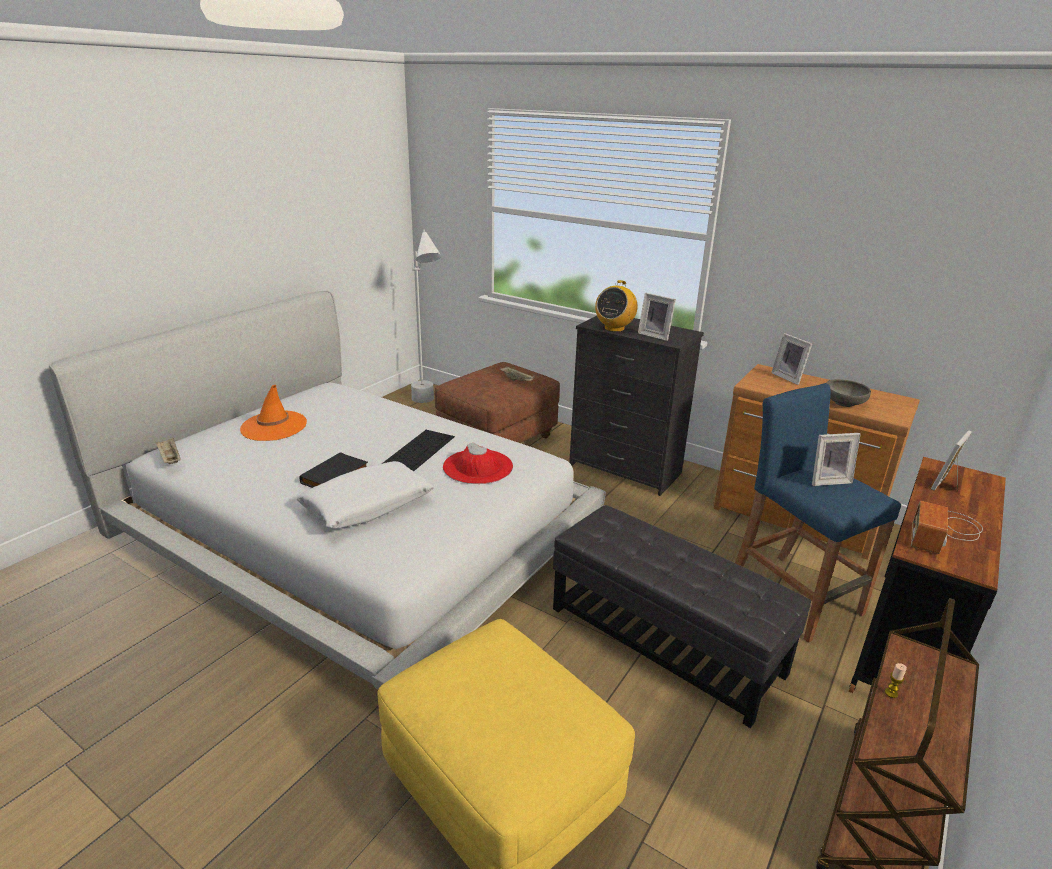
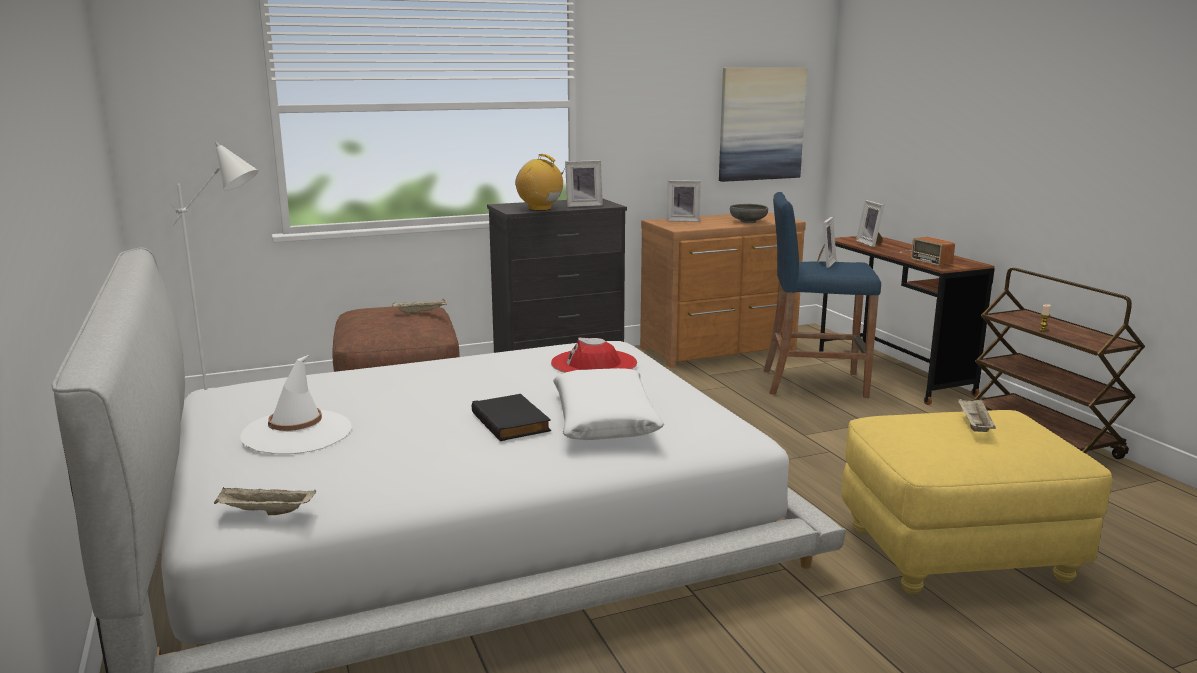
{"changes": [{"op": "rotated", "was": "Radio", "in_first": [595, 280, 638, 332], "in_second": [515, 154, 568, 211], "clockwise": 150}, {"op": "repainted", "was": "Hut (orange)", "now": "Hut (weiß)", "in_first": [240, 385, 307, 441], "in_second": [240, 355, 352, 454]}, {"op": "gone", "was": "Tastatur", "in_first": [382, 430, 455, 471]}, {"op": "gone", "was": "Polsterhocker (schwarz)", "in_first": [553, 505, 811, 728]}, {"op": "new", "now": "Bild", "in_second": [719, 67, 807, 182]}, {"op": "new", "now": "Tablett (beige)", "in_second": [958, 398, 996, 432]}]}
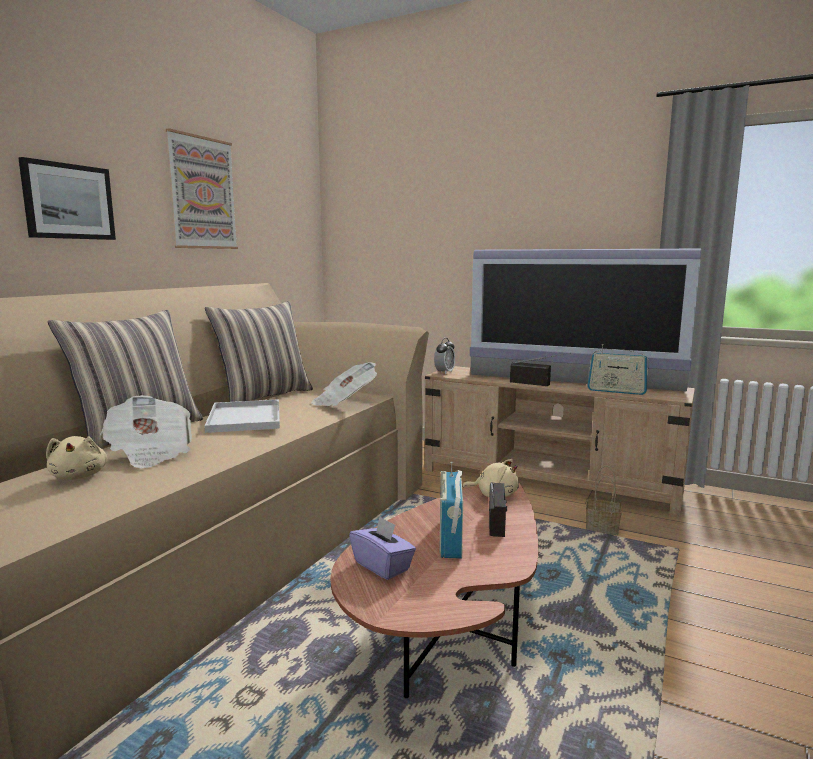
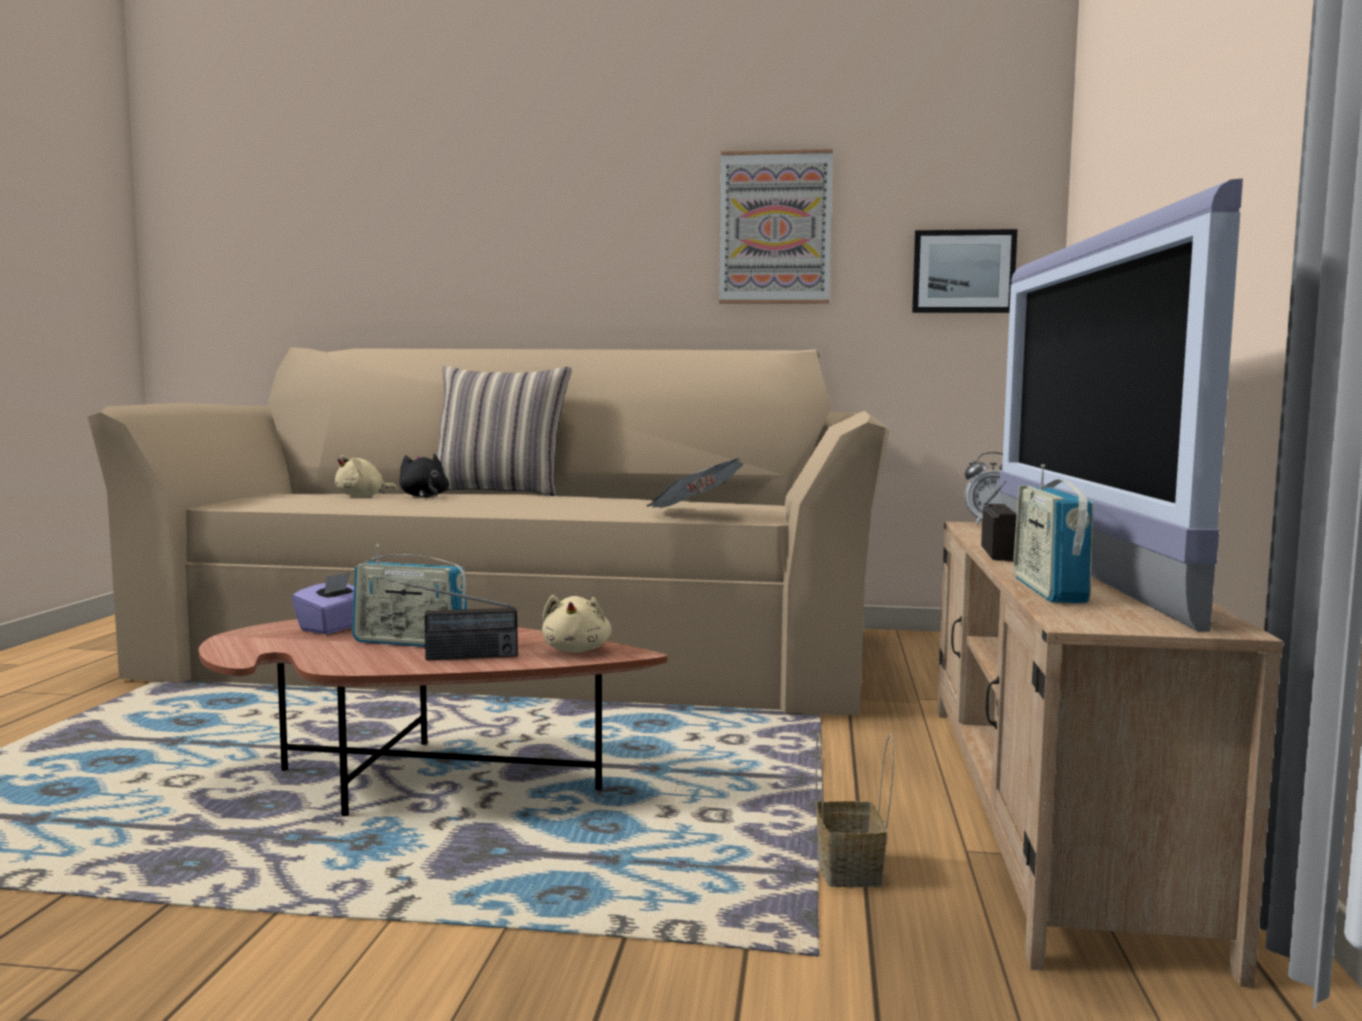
{"changes": [{"op": "shifted", "was": "Bild", "in_first": [18, 157, 116, 240], "in_second": [912, 229, 1018, 313]}, {"op": "gone", "was": "Kissen", "in_first": [205, 301, 313, 402]}, {"op": "swapped", "was": "Zeitung", "now": "Plüschtier (schwarz)", "in_first": [101, 395, 192, 469], "in_second": [399, 454, 449, 497]}, {"op": "gone", "was": "Tablett (weiß)", "in_first": [205, 399, 280, 433]}, {"op": "rotated", "was": "Radio", "in_first": [440, 462, 463, 559], "in_second": [352, 544, 468, 647], "clockwise": -150}]}
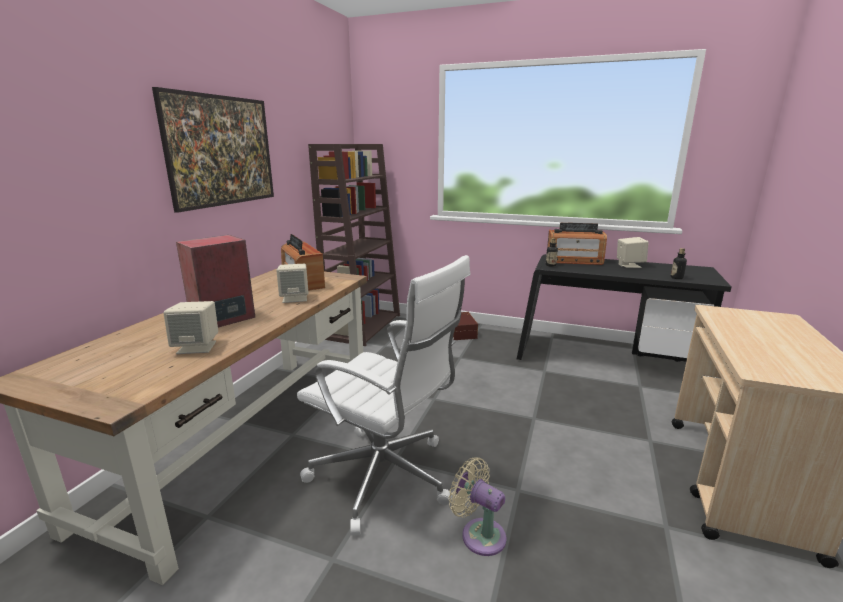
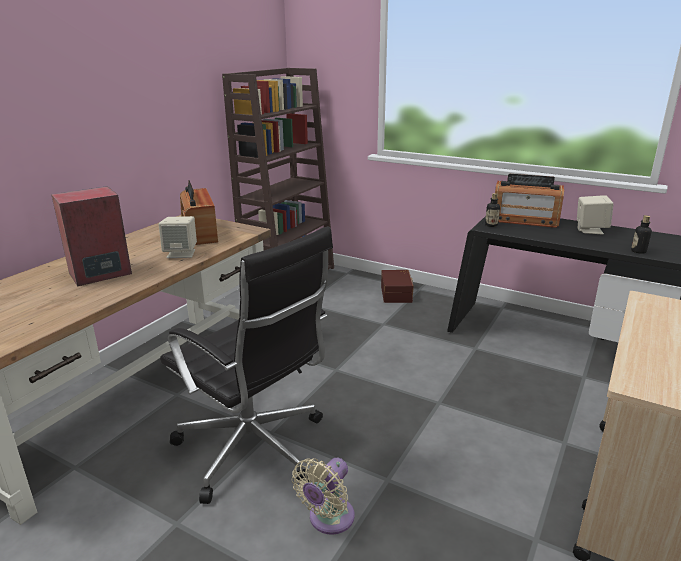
{"changes": [{"op": "gone", "was": "Bild", "in_first": [152, 87, 274, 213]}, {"op": "repainted", "was": "Bürostuhl (weiß)", "now": "Bürostuhl (schwarz)", "in_first": [297, 255, 471, 536], "in_second": [160, 226, 333, 504]}, {"op": "gone", "was": "Lautsprecher (beige)", "in_first": [163, 301, 218, 354]}, {"op": "rotated", "was": "Ventilator (beige)", "in_first": [449, 457, 506, 556], "in_second": [292, 458, 355, 535], "clockwise": -105}]}
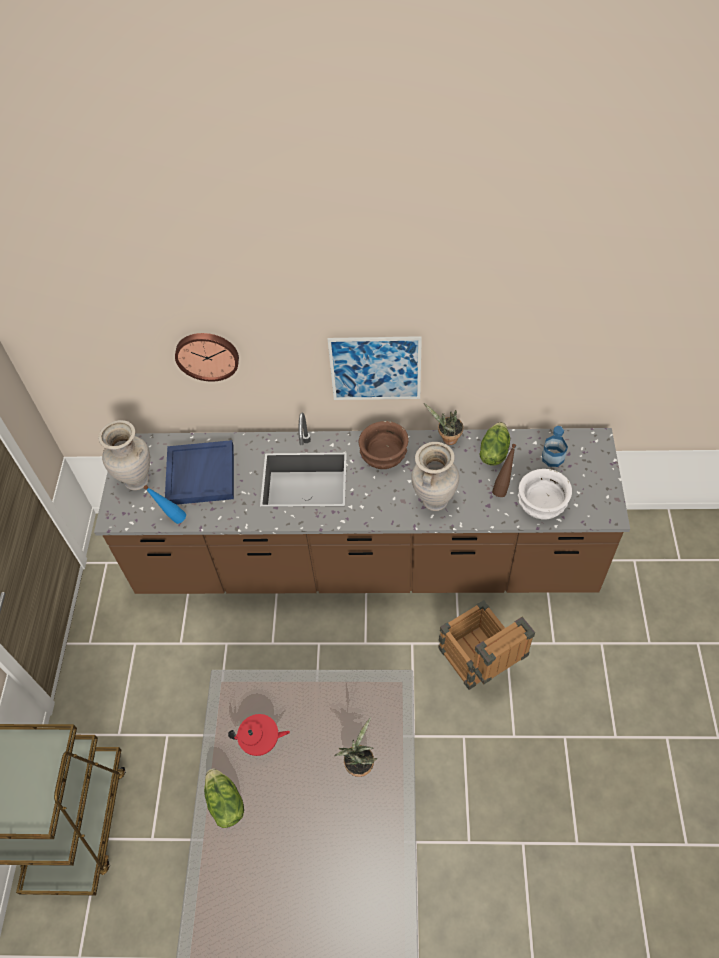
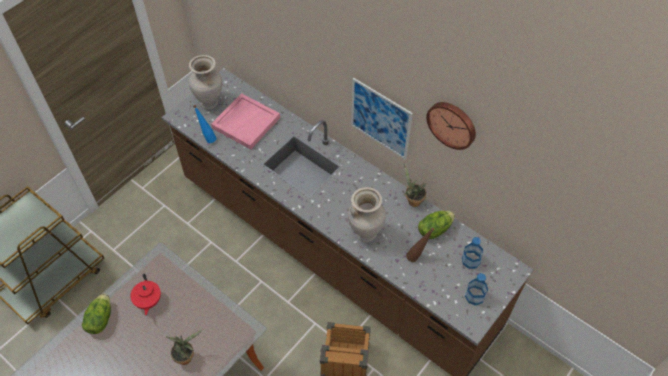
{"changes": [{"op": "shifted", "was": "Wanduhr", "in_first": [175, 333, 239, 382], "in_second": [426, 102, 476, 150]}, {"op": "gone", "was": "Schüssel (braun)", "in_first": [359, 421, 409, 469]}, {"op": "repainted", "was": "Tablett (blau)", "now": "Tablett (rosa)", "in_first": [165, 440, 234, 505], "in_second": [211, 93, 280, 150]}, {"op": "gone", "was": "Schüssel (weiß)", "in_first": [518, 469, 572, 520]}, {"op": "rotated", "was": "Teekanne (rot)", "in_first": [228, 714, 290, 756], "in_second": [130, 274, 161, 315], "clockwise": 45}, {"op": "new", "now": "Flasche", "in_second": [465, 273, 488, 306]}]}
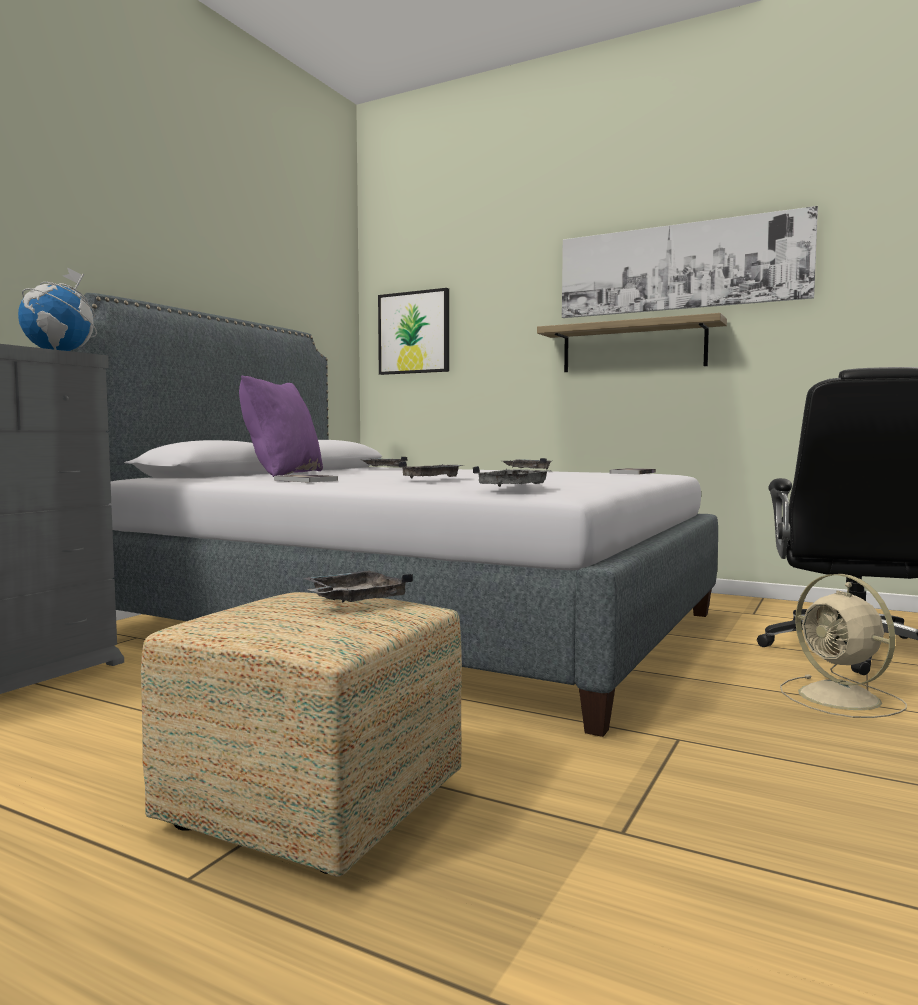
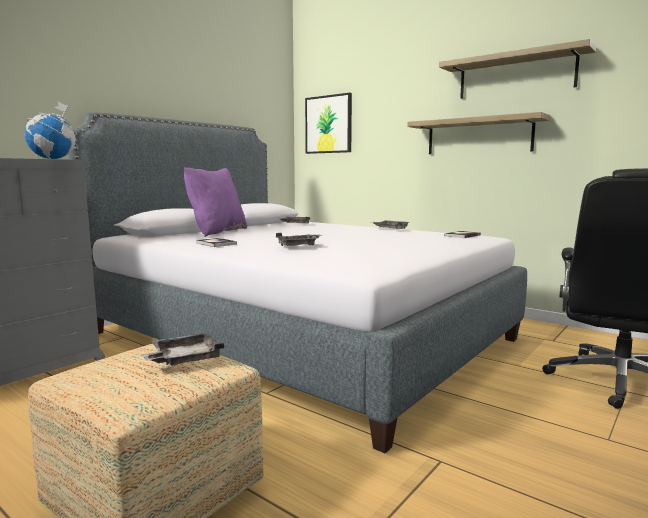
{"changes": [{"op": "swapped", "was": "Bild", "now": "Wandregal", "in_first": [562, 206, 818, 318], "in_second": [439, 39, 596, 99]}, {"op": "gone", "was": "Tablett (grau)", "in_first": [473, 466, 551, 487]}, {"op": "gone", "was": "Ventilator (beige)", "in_first": [780, 574, 907, 718]}]}
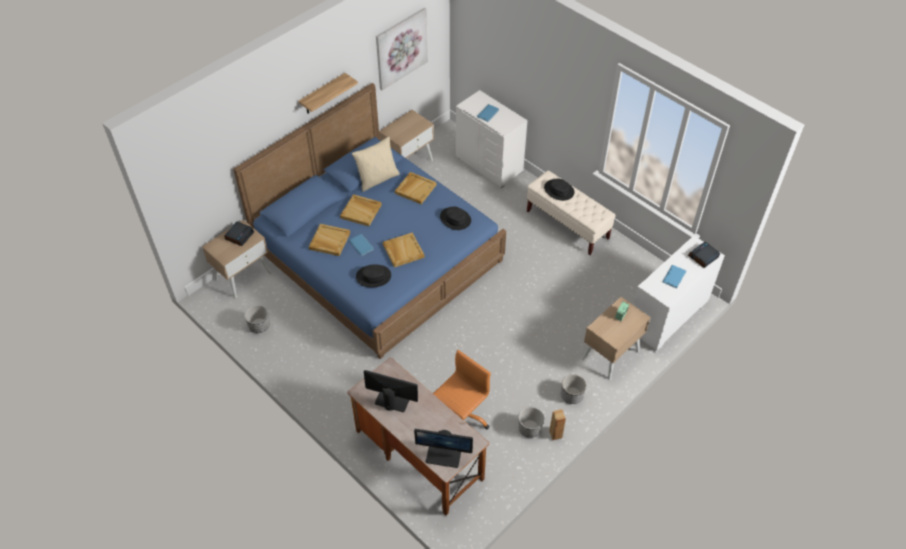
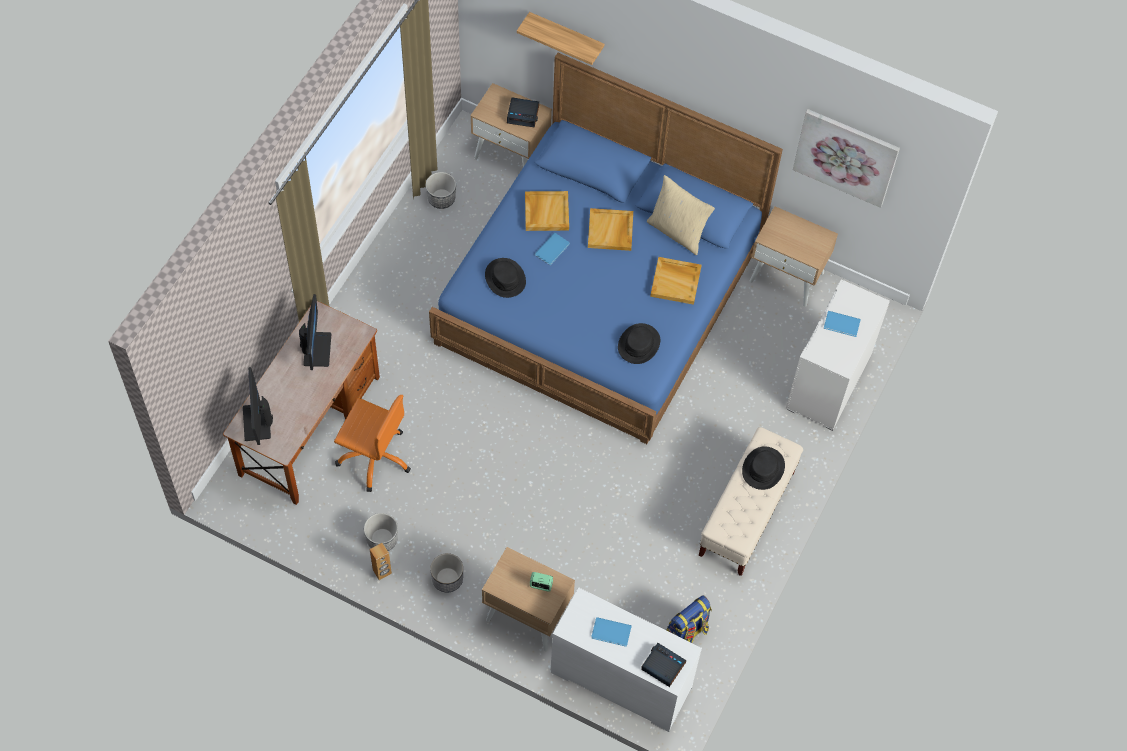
{"changes": [{"op": "shifted", "was": "Wandregal", "in_first": [298, 73, 358, 114], "in_second": [517, 12, 604, 65]}, {"op": "gone", "was": "Tablett (beige)", "in_first": [383, 233, 425, 267]}, {"op": "new", "now": "Rucksack", "in_second": [666, 595, 712, 643]}]}
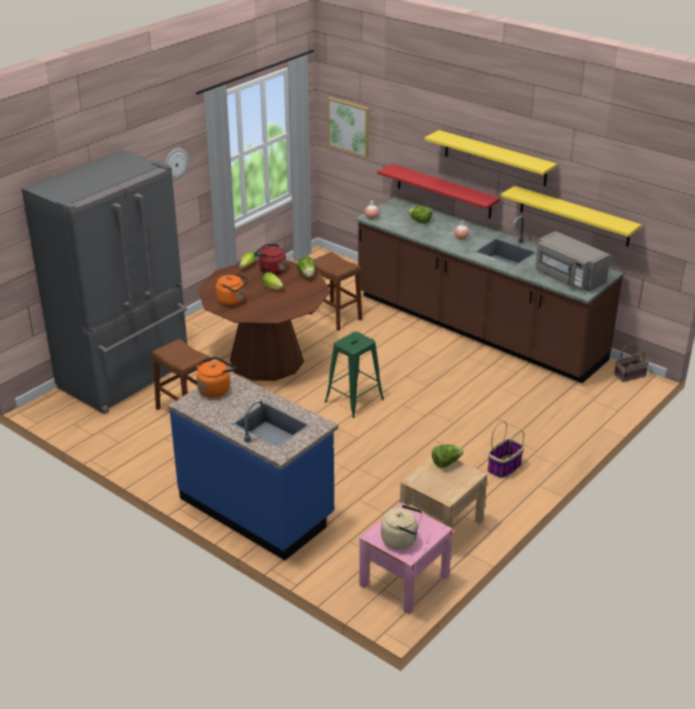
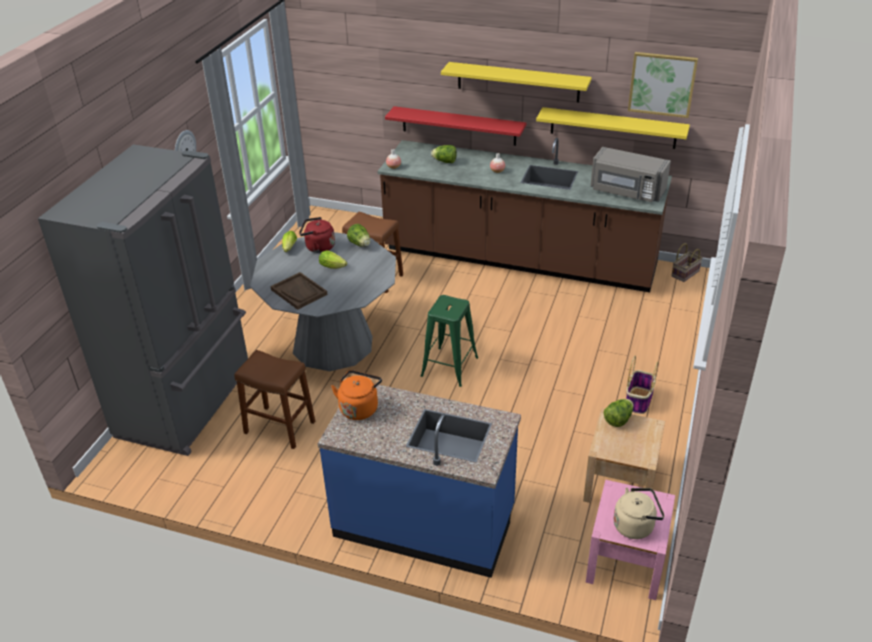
{"changes": [{"op": "shifted", "was": "Bild", "in_first": [327, 97, 369, 158], "in_second": [628, 52, 698, 118]}, {"op": "repainted", "was": "Esstisch (braun)", "now": "Esstisch (grau)", "in_first": [197, 260, 330, 381], "in_second": [250, 232, 396, 371]}, {"op": "swapped", "was": "Wasserkessel (orange)", "now": "Tablett (braun)", "in_first": [216, 273, 249, 306], "in_second": [271, 272, 328, 310]}]}
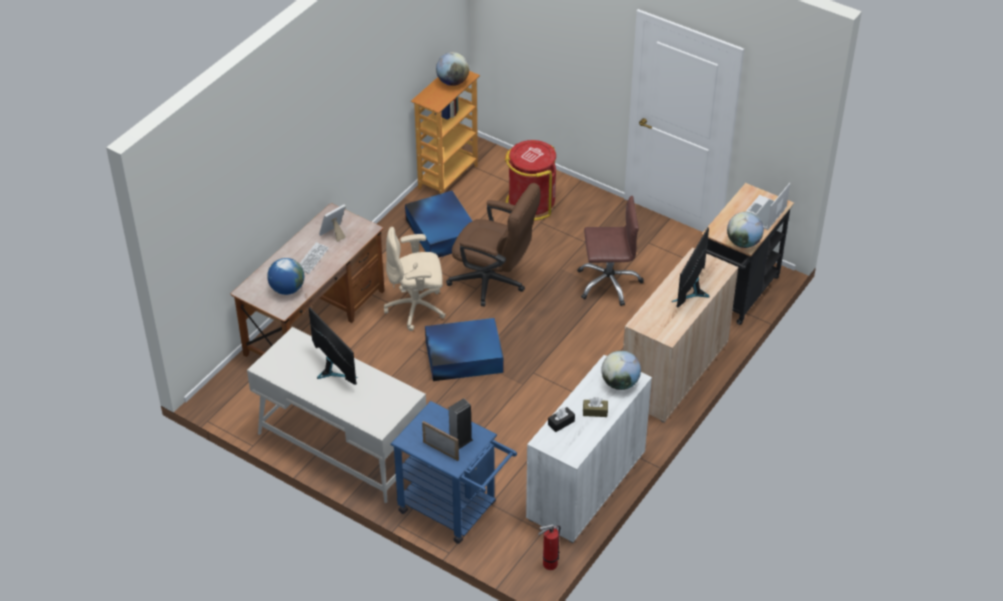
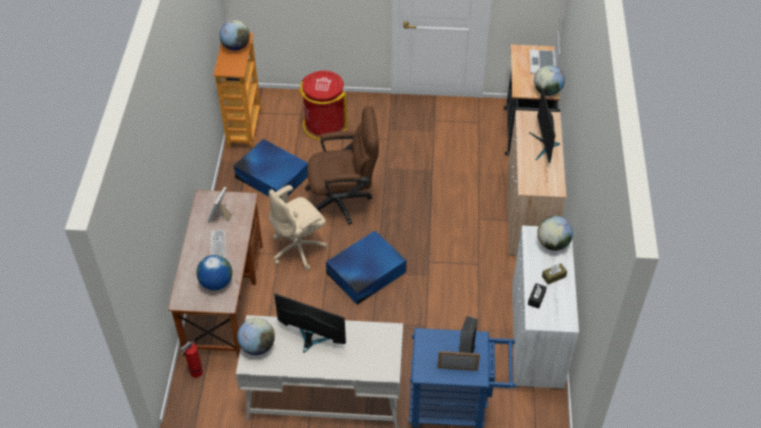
{"changes": [{"op": "gone", "was": "Bürostuhl (braun)", "in_first": [577, 196, 644, 306]}, {"op": "shifted", "was": "Feuerlöscher", "in_first": [538, 524, 560, 570], "in_second": [180, 340, 203, 378]}, {"op": "new", "now": "Globus", "in_second": [237, 318, 275, 355]}]}
